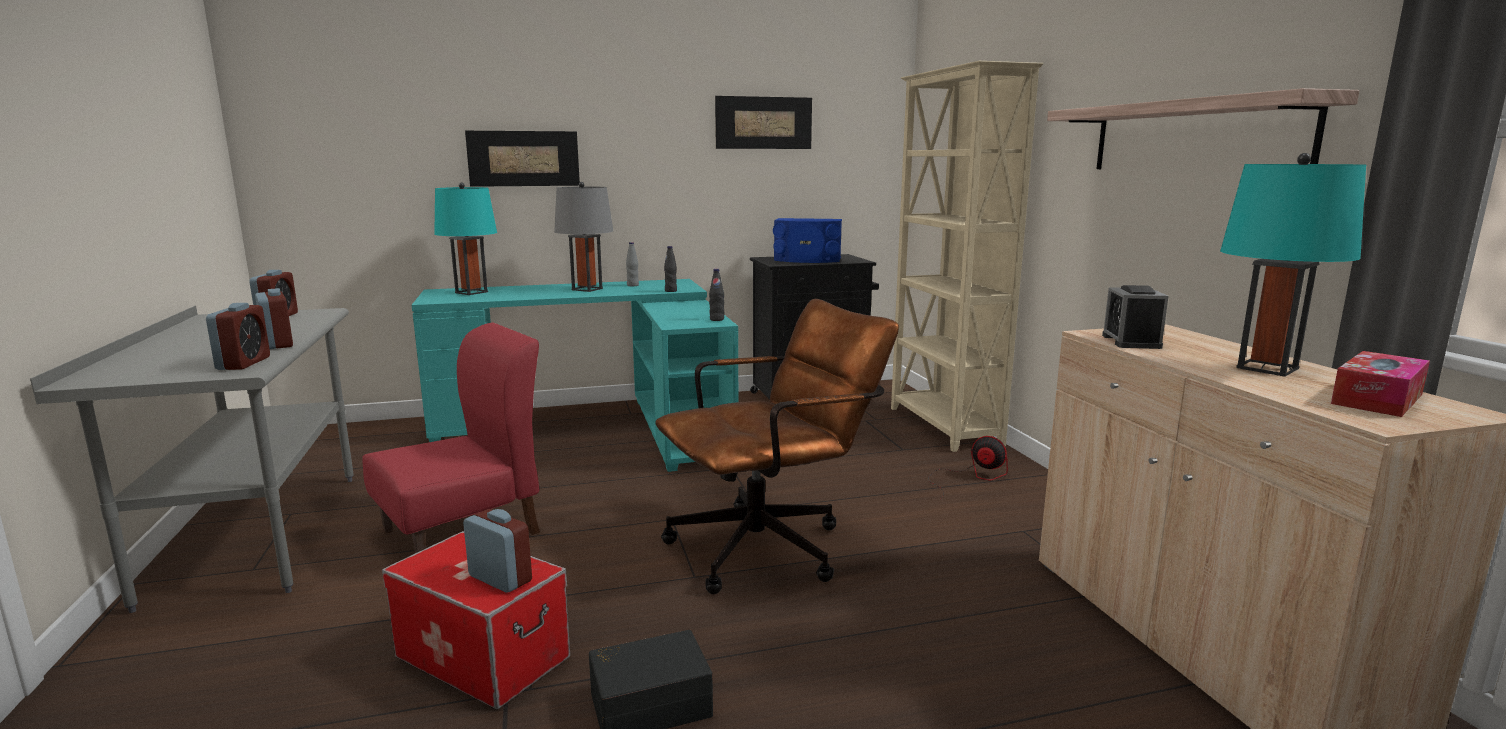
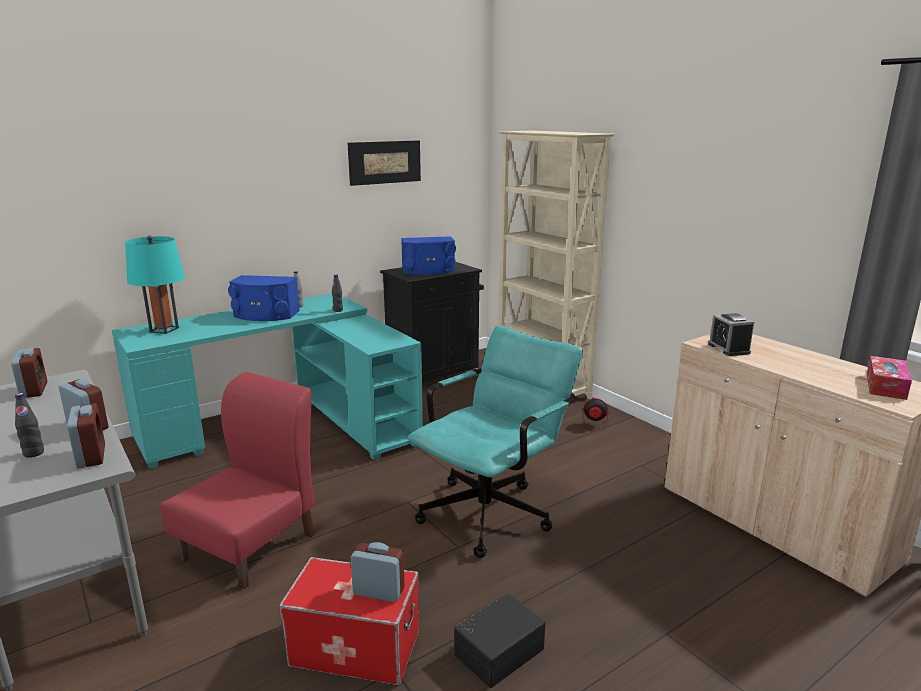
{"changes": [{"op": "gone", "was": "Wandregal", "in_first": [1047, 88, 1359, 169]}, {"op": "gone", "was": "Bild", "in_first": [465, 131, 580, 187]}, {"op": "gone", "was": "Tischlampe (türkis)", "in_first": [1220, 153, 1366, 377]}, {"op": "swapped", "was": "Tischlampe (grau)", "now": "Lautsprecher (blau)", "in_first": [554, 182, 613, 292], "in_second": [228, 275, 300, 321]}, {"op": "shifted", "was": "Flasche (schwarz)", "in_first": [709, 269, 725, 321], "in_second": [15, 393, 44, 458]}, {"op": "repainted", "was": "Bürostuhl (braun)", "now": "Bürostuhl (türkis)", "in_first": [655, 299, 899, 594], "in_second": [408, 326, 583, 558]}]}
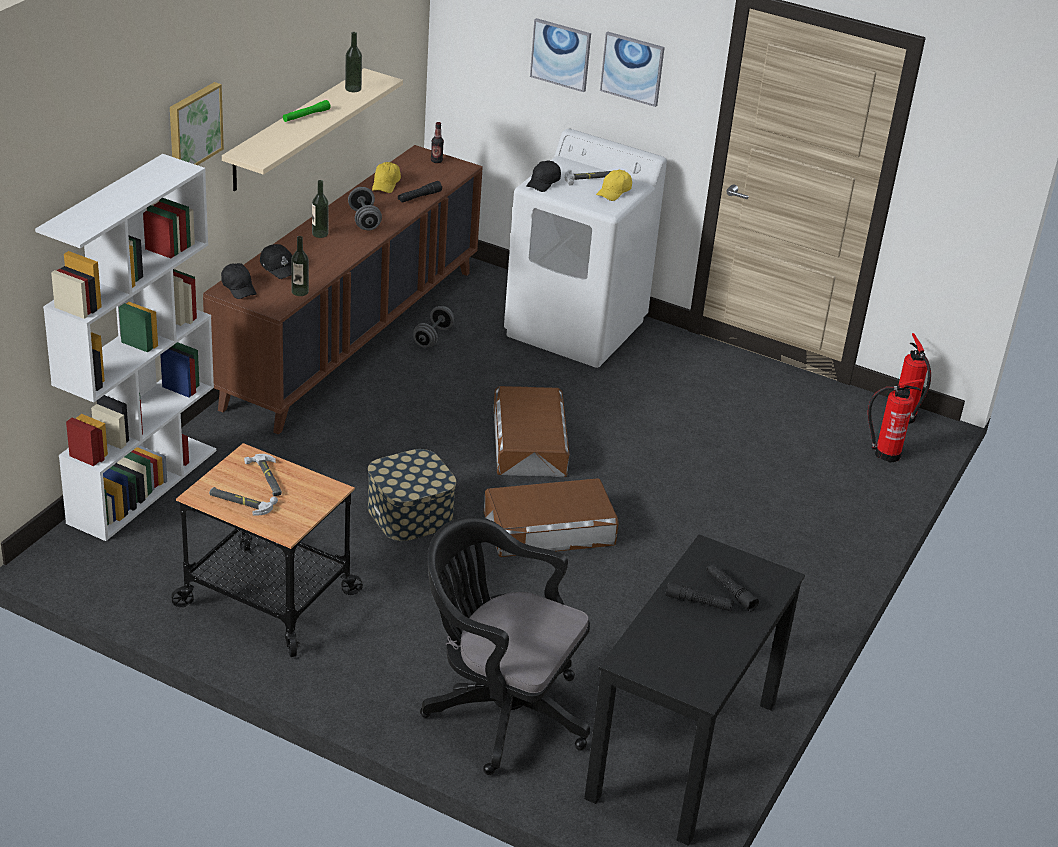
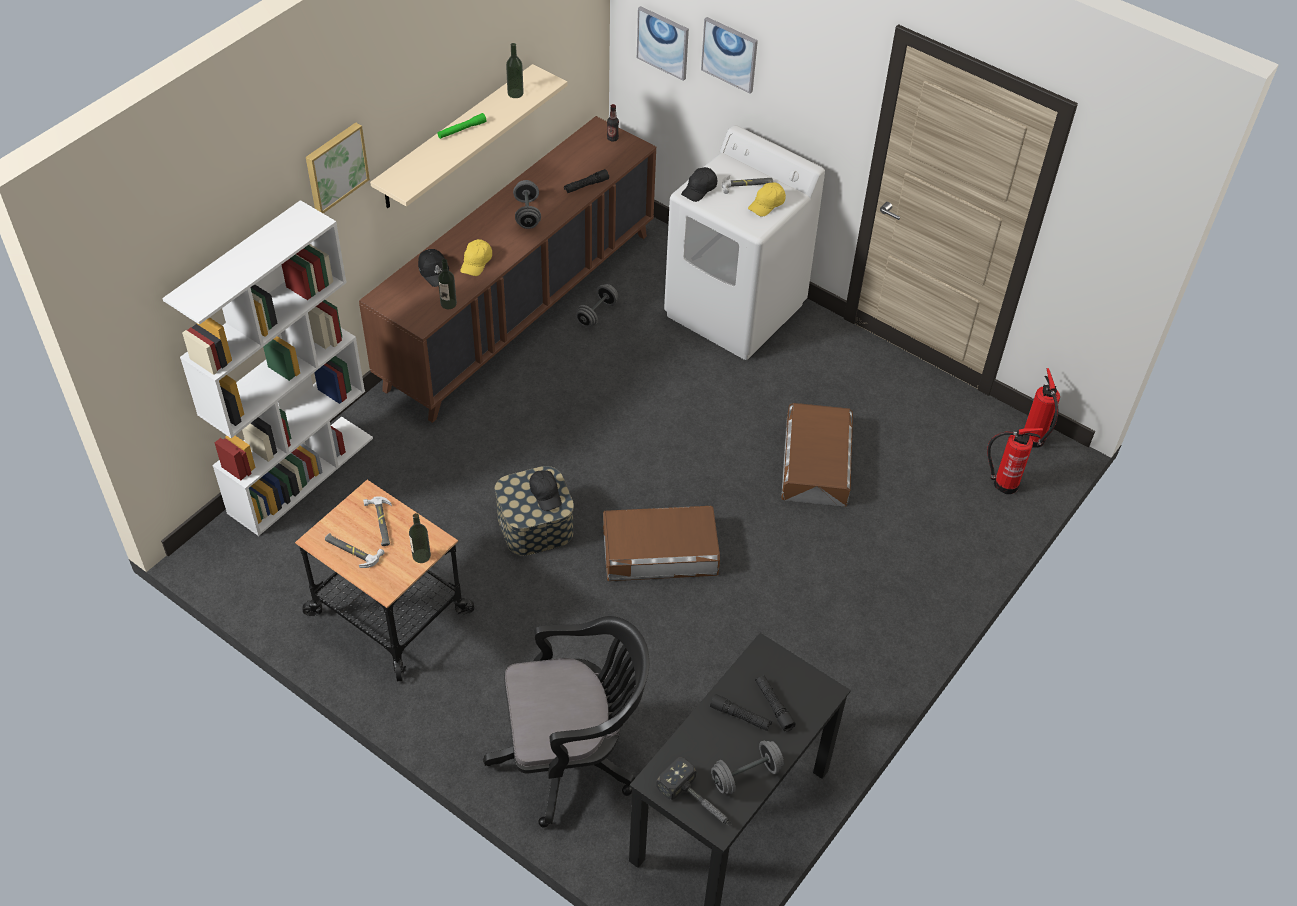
{"changes": [{"op": "shifted", "was": "Bild", "in_first": [600, 32, 665, 107], "in_second": [637, 6, 689, 81]}, {"op": "shifted", "was": "Kappe (gelb)", "in_first": [372, 162, 401, 193], "in_second": [460, 239, 492, 276]}, {"op": "shifted", "was": "Flasche", "in_first": [312, 180, 329, 238], "in_second": [409, 513, 431, 563]}, {"op": "shifted", "was": "Kappe (schwarz)", "in_first": [221, 263, 257, 299], "in_second": [529, 470, 562, 511]}, {"op": "shifted", "was": "Aufbewahrungsbox (braun)", "in_first": [493, 386, 569, 477], "in_second": [781, 403, 853, 507]}, {"op": "rotated", "was": "Bürostuhl (schwarz)", "in_first": [420, 517, 590, 775], "in_second": [483, 616, 650, 828], "clockwise": 135}, {"op": "new", "now": "Hantel (grau)", "in_second": [711, 741, 784, 794]}, {"op": "new", "now": "Hammer", "in_second": [656, 757, 732, 826]}]}
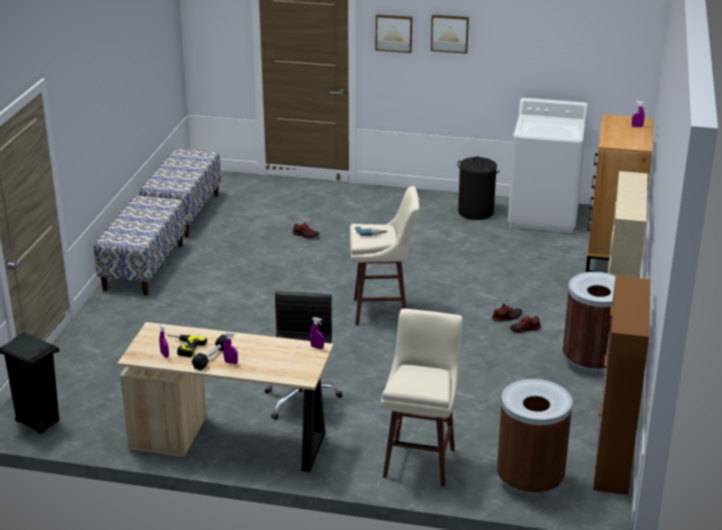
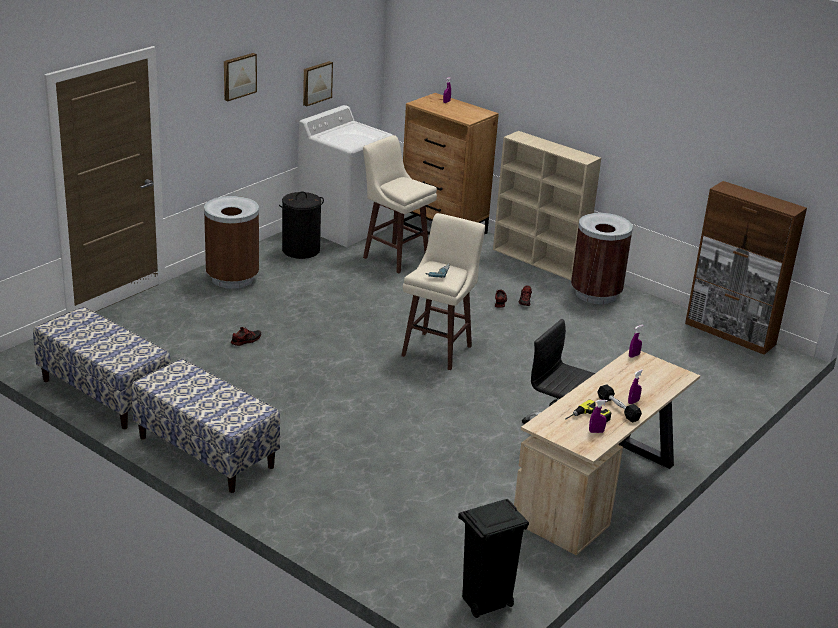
{"changes": [{"op": "shifted", "was": "Bild", "in_first": [376, 14, 412, 53], "in_second": [303, 61, 333, 106]}, {"op": "shifted", "was": "Hocker (beige)", "in_first": [381, 309, 463, 487], "in_second": [363, 135, 437, 273]}, {"op": "shifted", "was": "Mülleimer (braun)", "in_first": [497, 379, 572, 499], "in_second": [204, 196, 259, 289]}]}
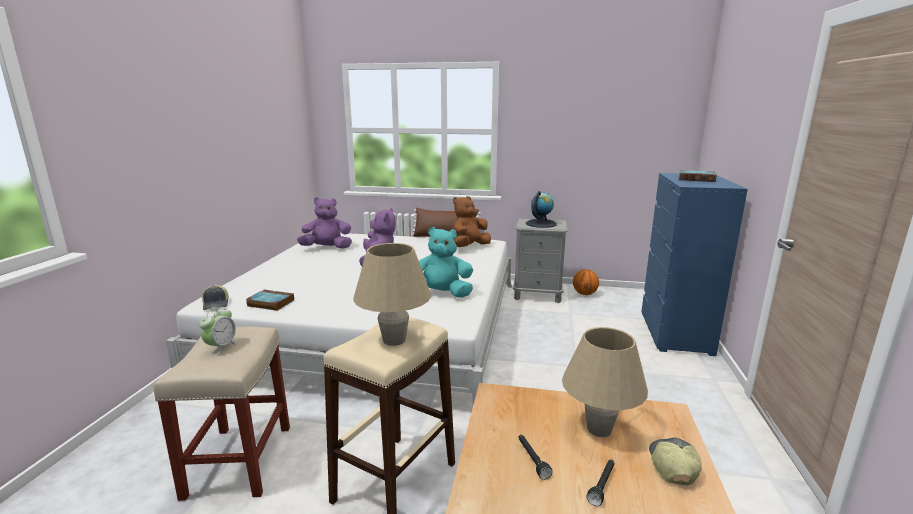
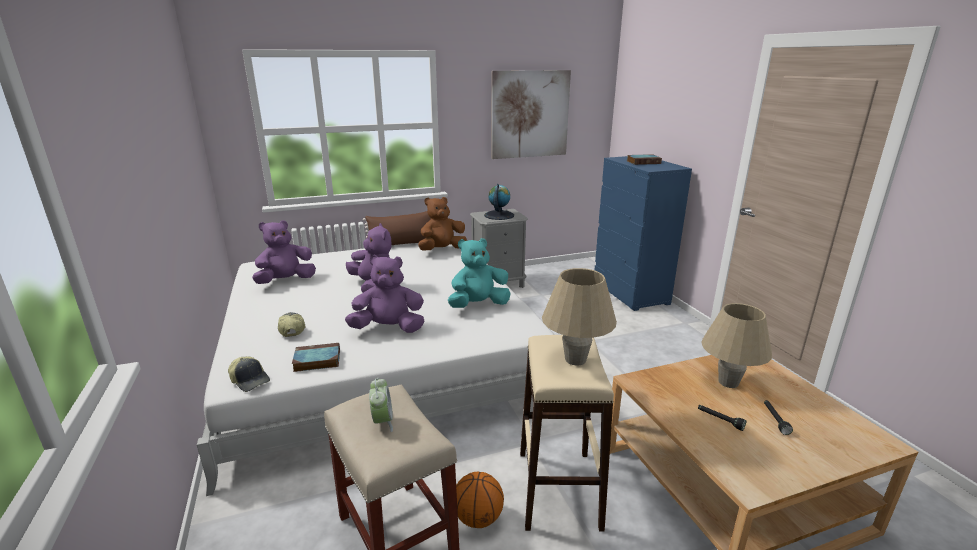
{"changes": [{"op": "rotated", "was": "Plüschtier (braun)", "in_first": [453, 196, 491, 247], "in_second": [418, 197, 467, 251], "clockwise": 45}, {"op": "shifted", "was": "Basketball", "in_first": [573, 269, 599, 295], "in_second": [456, 472, 504, 528]}, {"op": "shifted", "was": "Kappe", "in_first": [649, 437, 702, 485], "in_second": [278, 312, 305, 337]}, {"op": "new", "now": "Bild", "in_second": [491, 70, 571, 159]}, {"op": "new", "now": "Plüschtier (lila)", "in_second": [345, 255, 425, 333]}]}
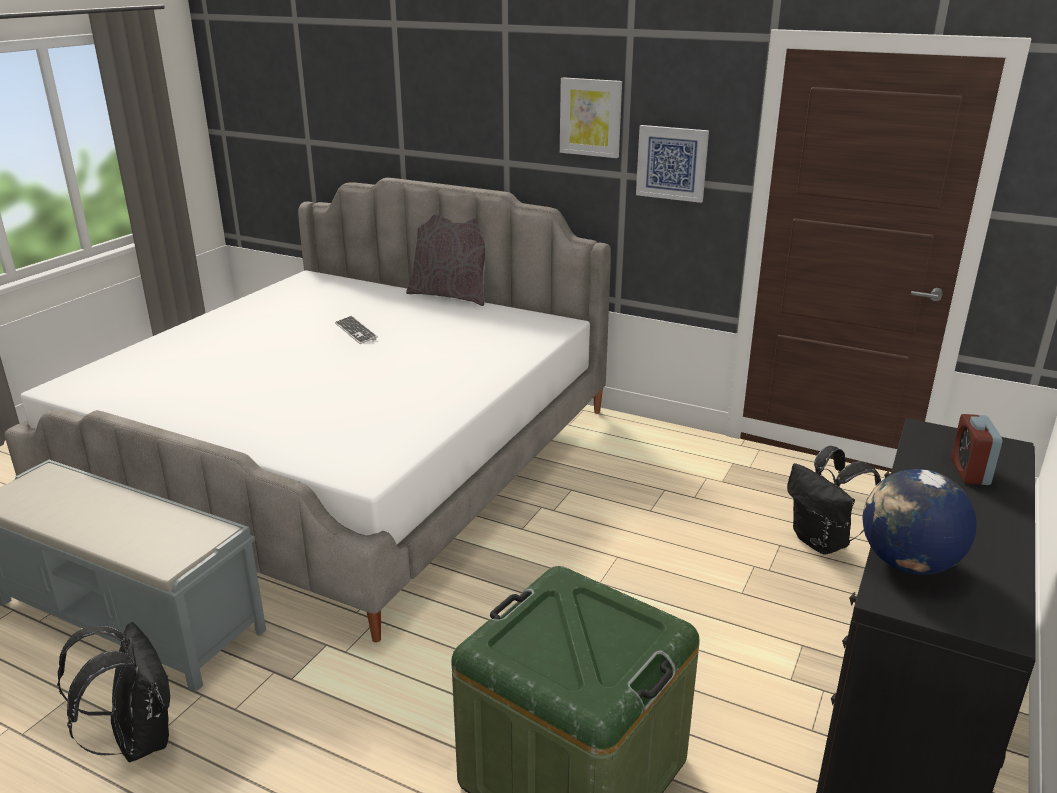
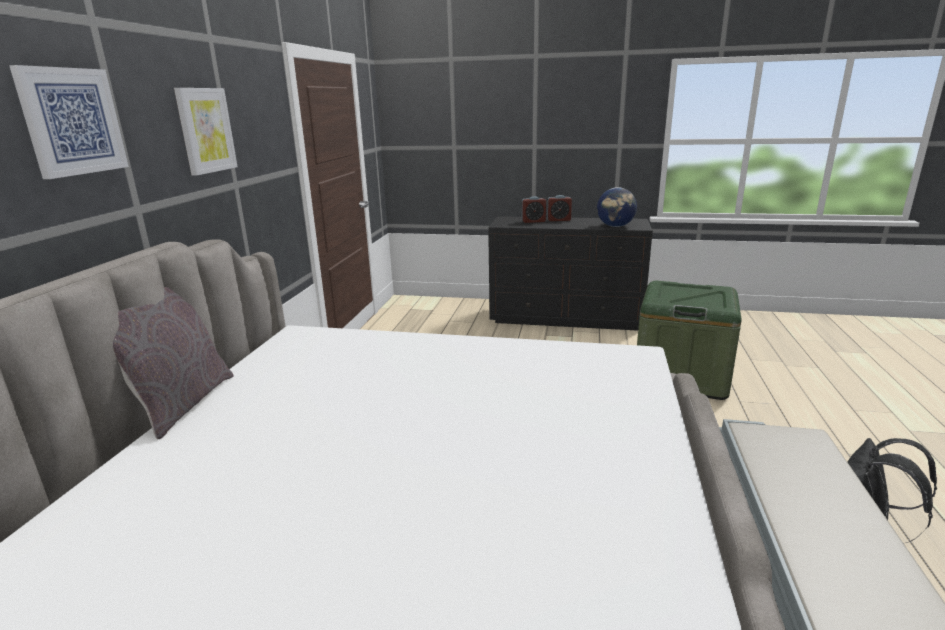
{"changes": [{"op": "shifted", "was": "Bild", "in_first": [636, 125, 709, 203], "in_second": [9, 65, 129, 179]}, {"op": "gone", "was": "Tastatur", "in_first": [335, 316, 378, 344]}, {"op": "gone", "was": "Rucksack (schwarz)", "in_first": [787, 446, 881, 555]}, {"op": "new", "now": "Wecker", "in_second": [547, 195, 572, 221]}]}
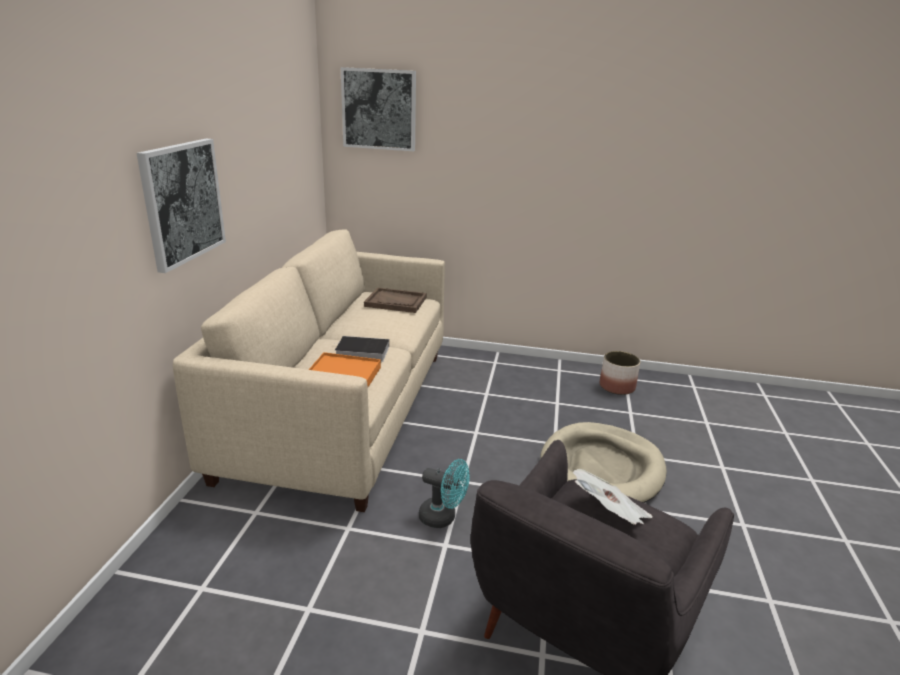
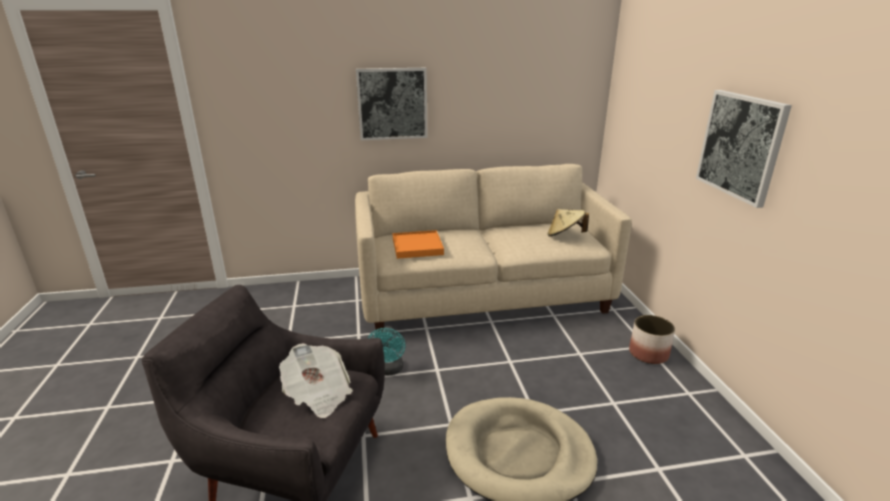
{"changes": [{"op": "shifted", "was": "Bild", "in_first": [341, 67, 416, 151], "in_second": [696, 90, 792, 208]}, {"op": "swapped", "was": "Tablett (braun)", "now": "Hut (beige)", "in_first": [364, 288, 427, 313], "in_second": [548, 209, 589, 237]}, {"op": "gone", "was": "Buch", "in_first": [335, 336, 389, 362]}, {"op": "shifted", "was": "Pflanzkübel", "in_first": [600, 351, 641, 395], "in_second": [629, 315, 675, 364]}]}
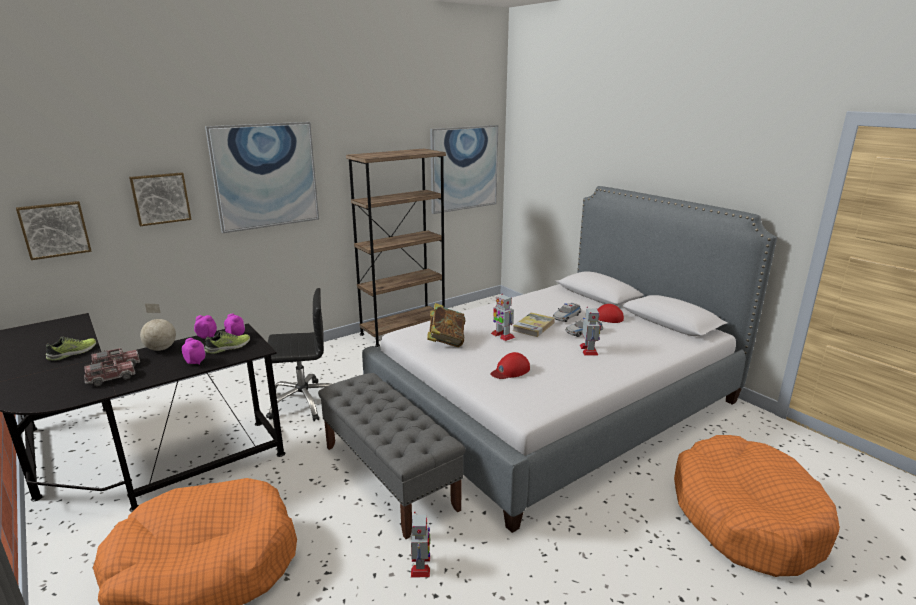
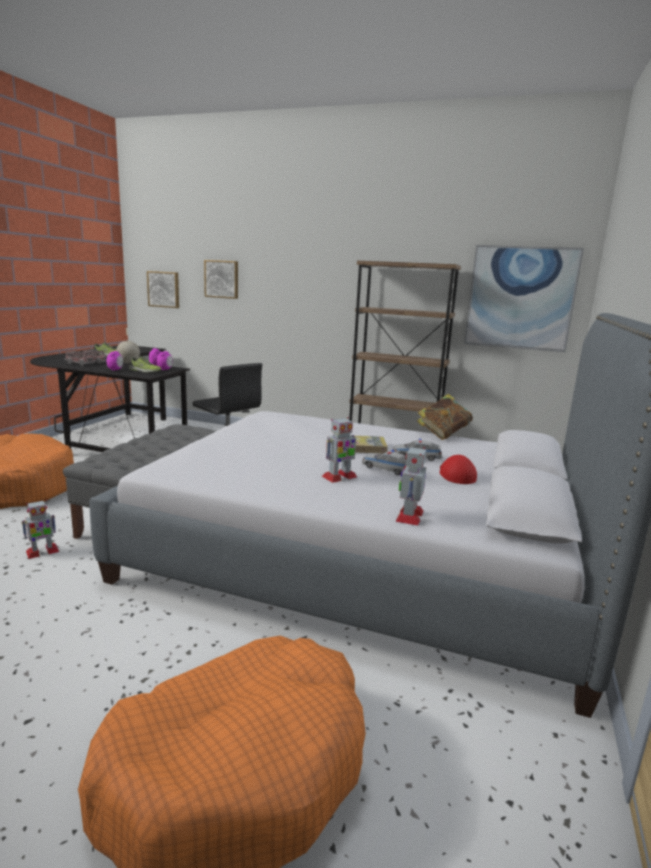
{"changes": [{"op": "gone", "was": "Bild", "in_first": [205, 122, 319, 233]}, {"op": "shifted", "was": "Spielzeugroboter", "in_first": [491, 294, 515, 341], "in_second": [395, 447, 426, 526]}, {"op": "shifted", "was": "Buch", "in_first": [427, 303, 465, 347], "in_second": [417, 394, 473, 440]}, {"op": "gone", "was": "Kappe (rot)", "in_first": [490, 352, 530, 379]}]}
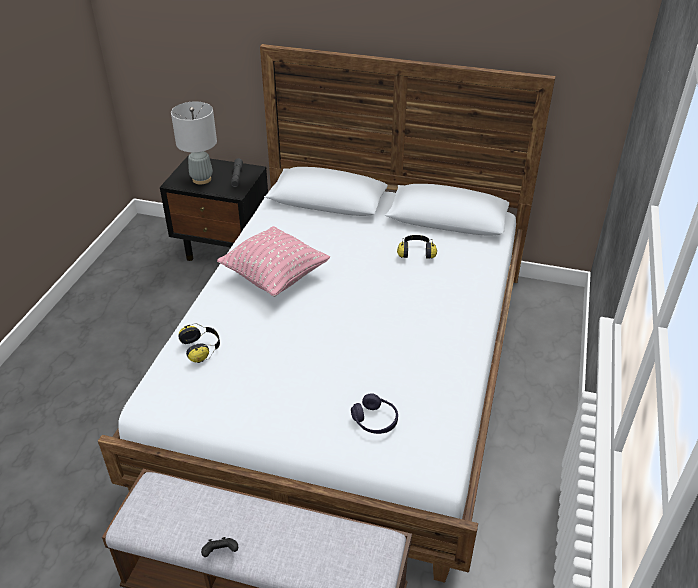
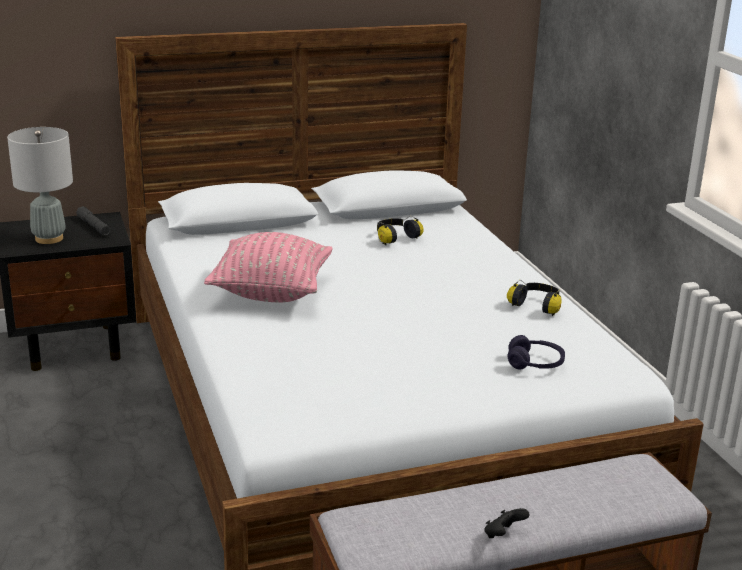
{"changes": [{"op": "shifted", "was": "Kopfhörer", "in_first": [178, 323, 220, 363], "in_second": [507, 280, 561, 316]}]}
